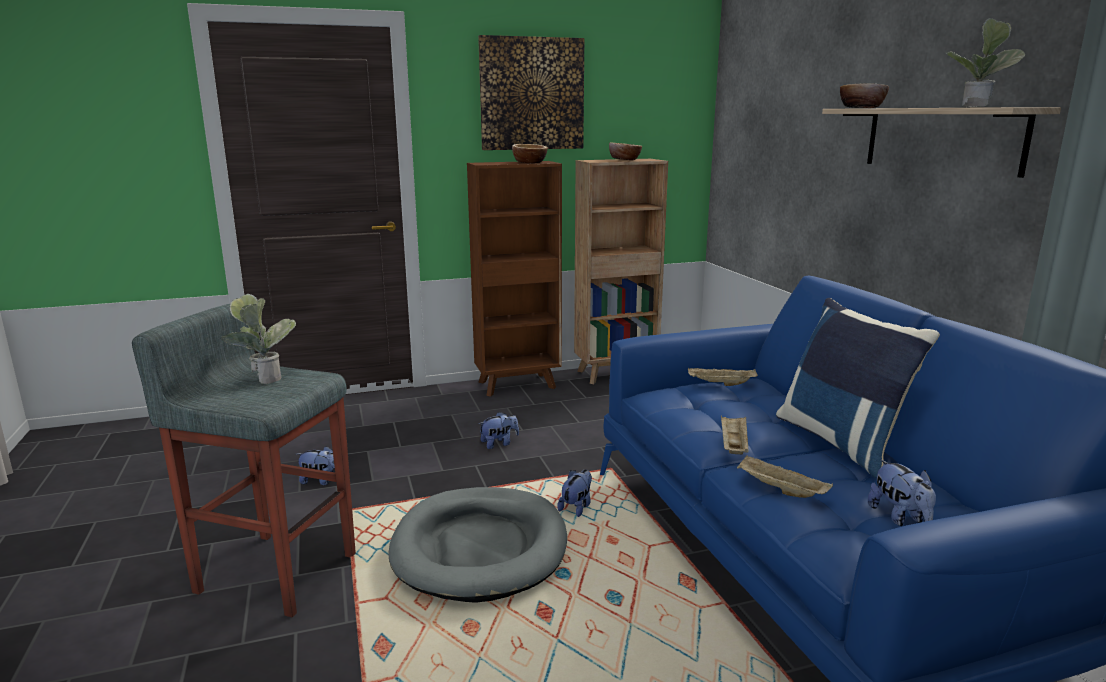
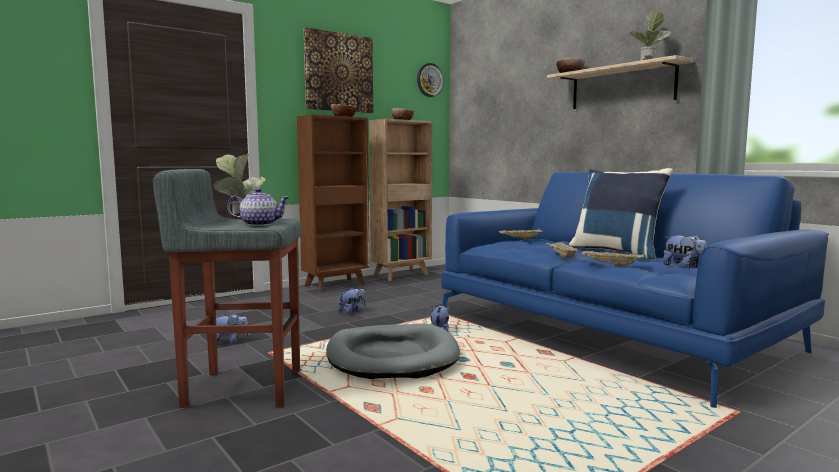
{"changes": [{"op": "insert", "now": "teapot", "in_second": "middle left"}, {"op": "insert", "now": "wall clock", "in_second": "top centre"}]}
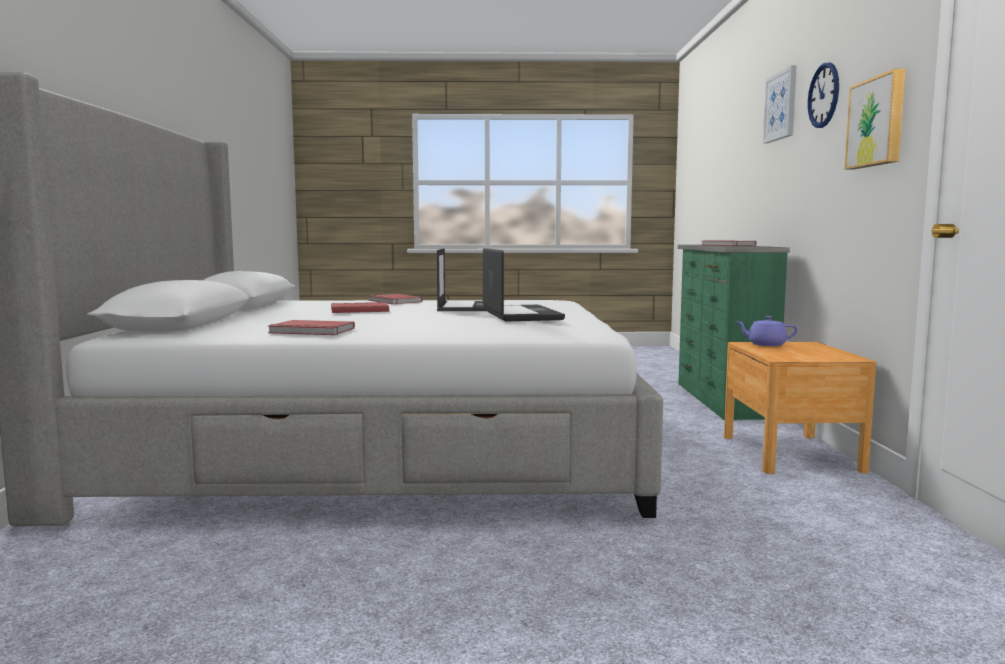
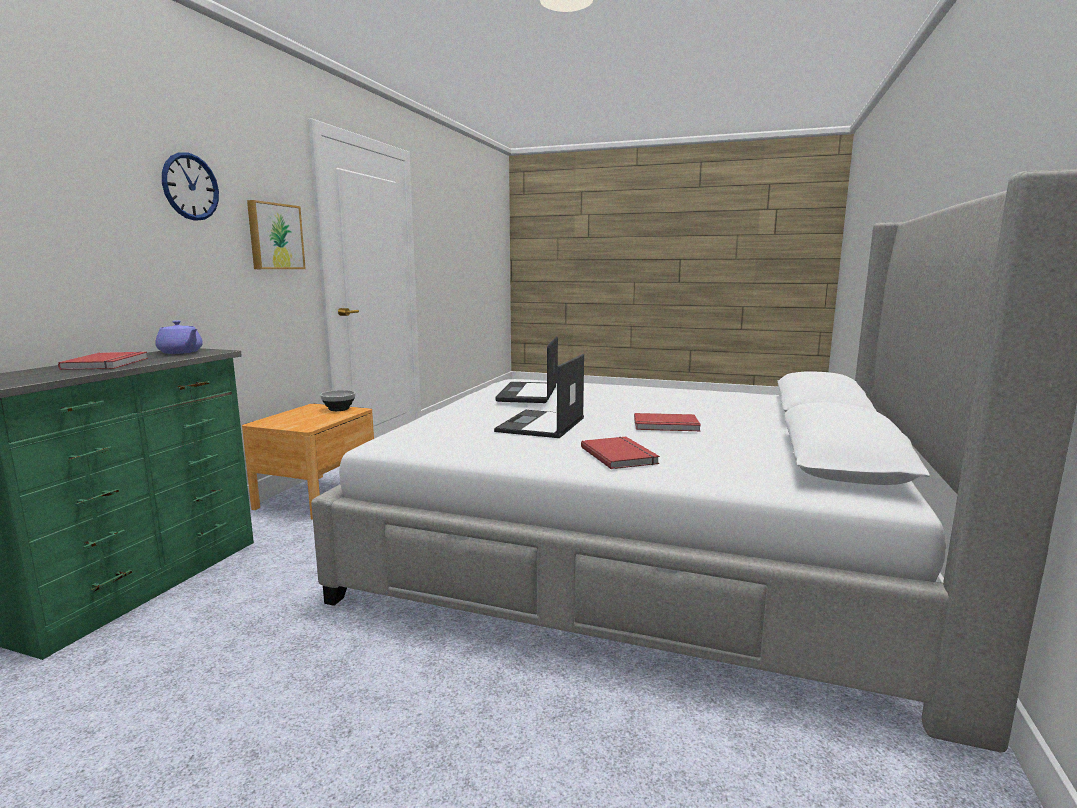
{"changes": [{"op": "move", "was": "purple teapot", "in_first": "middle right", "in_second": "middle left"}, {"op": "insert", "now": "bowl", "in_second": "middle left"}, {"op": "delete", "was": "red book (1st from left)", "in_first": "middle left"}, {"op": "delete", "was": "picture (1st from left)", "in_first": "top right"}]}
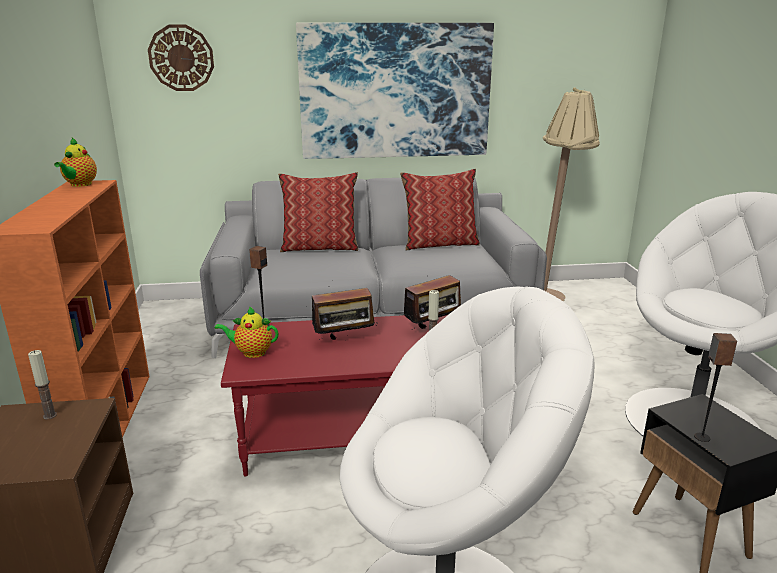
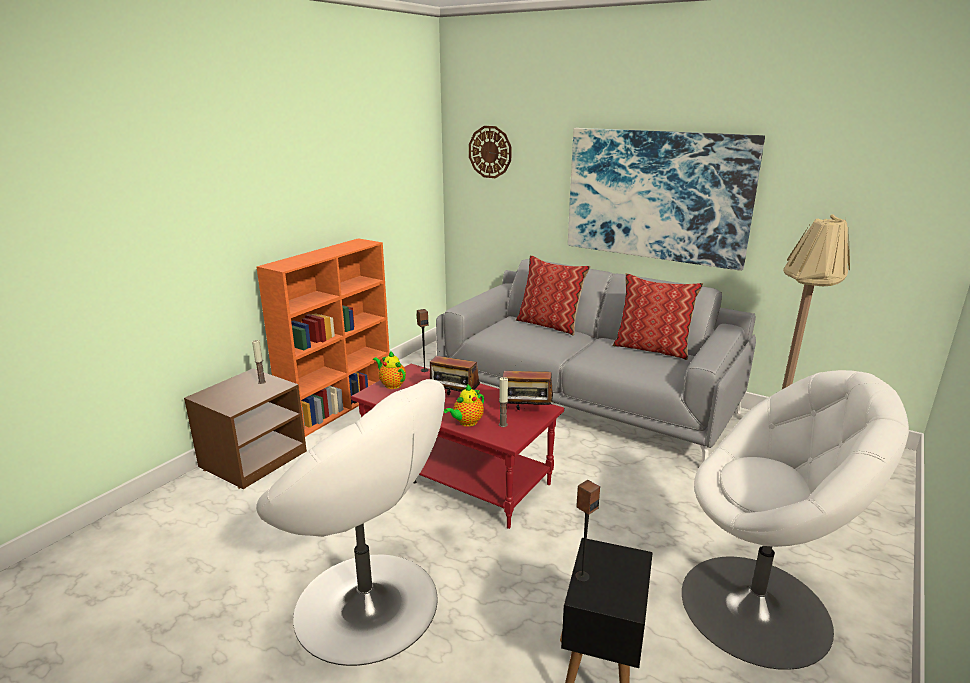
{"changes": [{"op": "move", "was": "teapot (1st from left in the first image)", "now": "teapot (2nd from left)", "in_first": "top left", "in_second": "centre"}]}
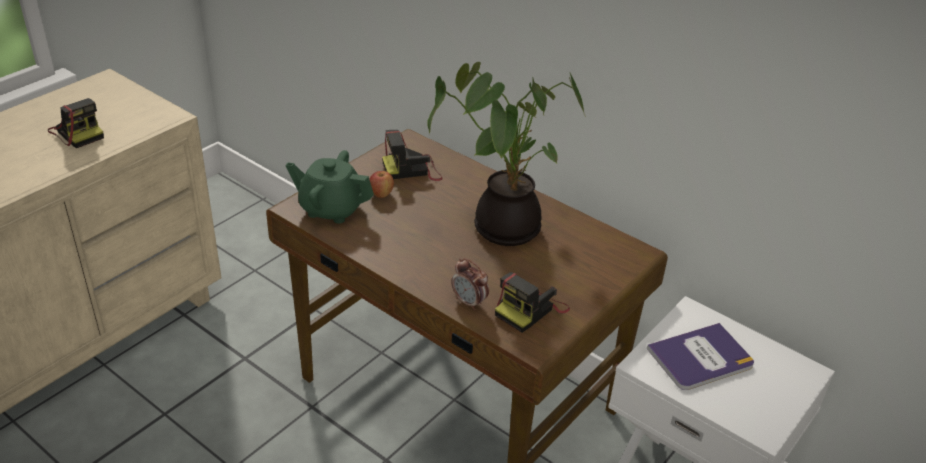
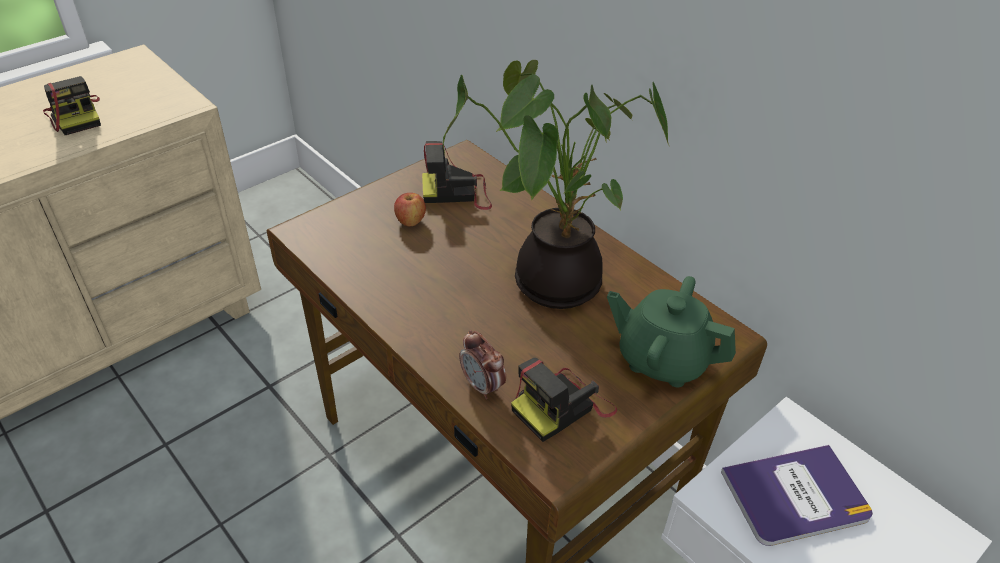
{"changes": [{"op": "move", "was": "green teapot", "in_first": "centre", "in_second": "middle right"}]}
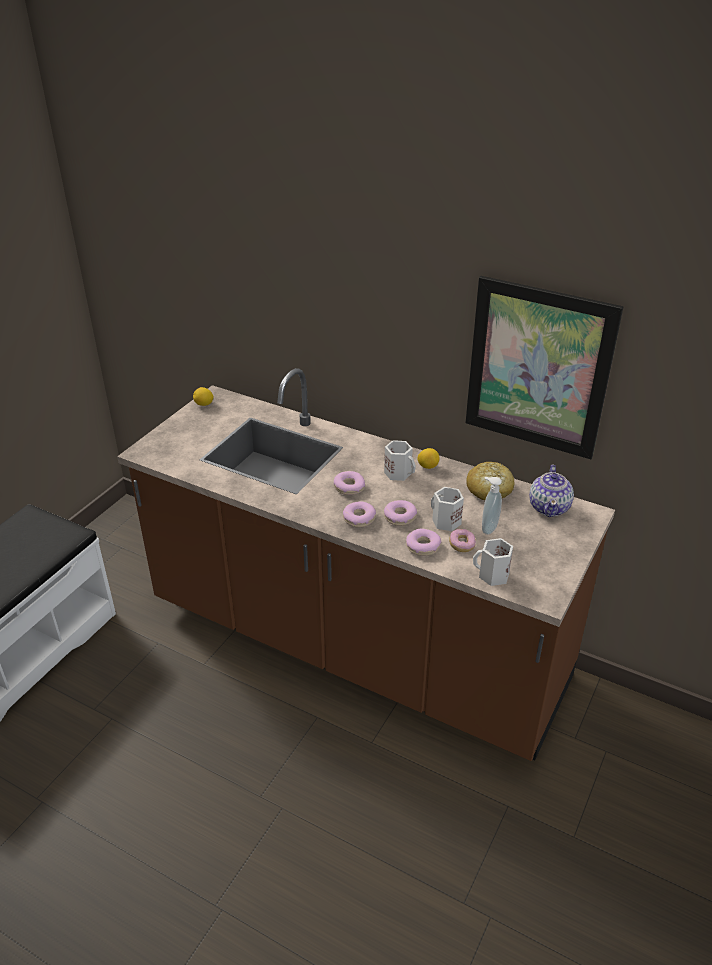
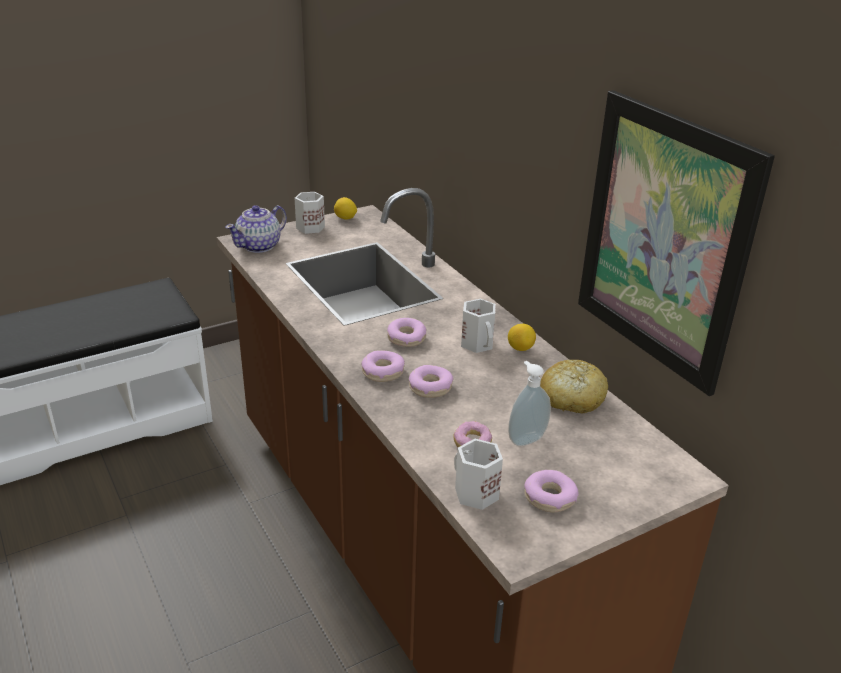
{"changes": [{"op": "move", "was": "teapot", "in_first": "middle right", "in_second": "middle left"}, {"op": "move", "was": "white mug (2nd from left in the first image)", "now": "white mug (1st from left)", "in_first": "centre", "in_second": "top centre"}, {"op": "move", "was": "donut (4th from left in the first image)", "now": "donut (5th from left)", "in_first": "centre", "in_second": "bottom centre"}]}
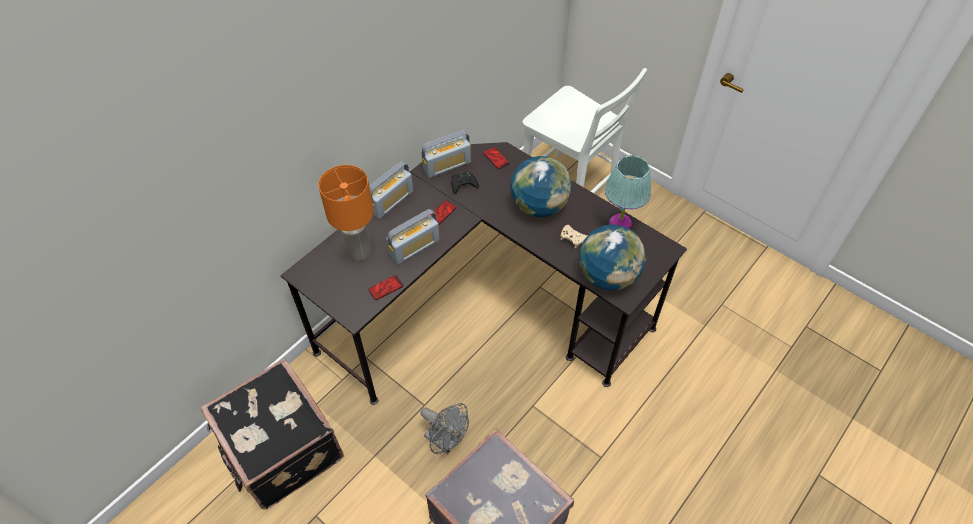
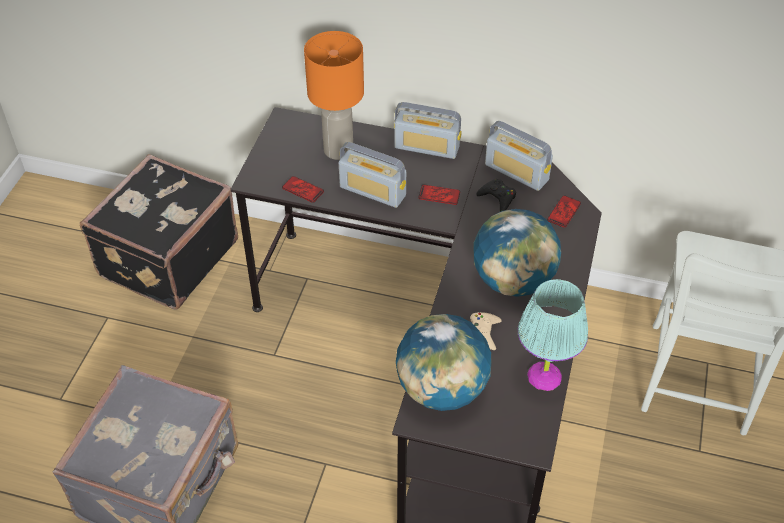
{"changes": [{"op": "delete", "was": "grey fan", "in_first": "bottom centre"}]}
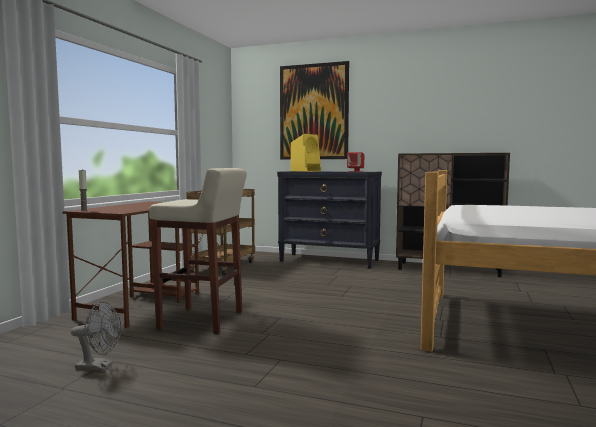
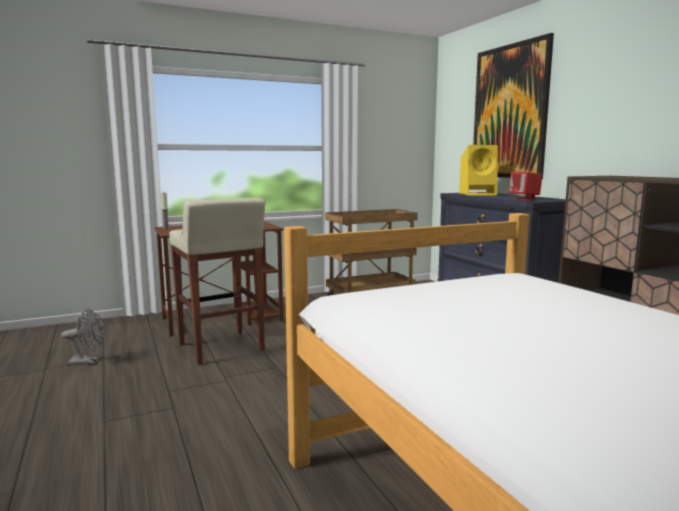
{"changes": [{"op": "rotate", "was": "grey fan", "in_first": "bottom left", "in_second": "middle left", "clockwise": -60}]}
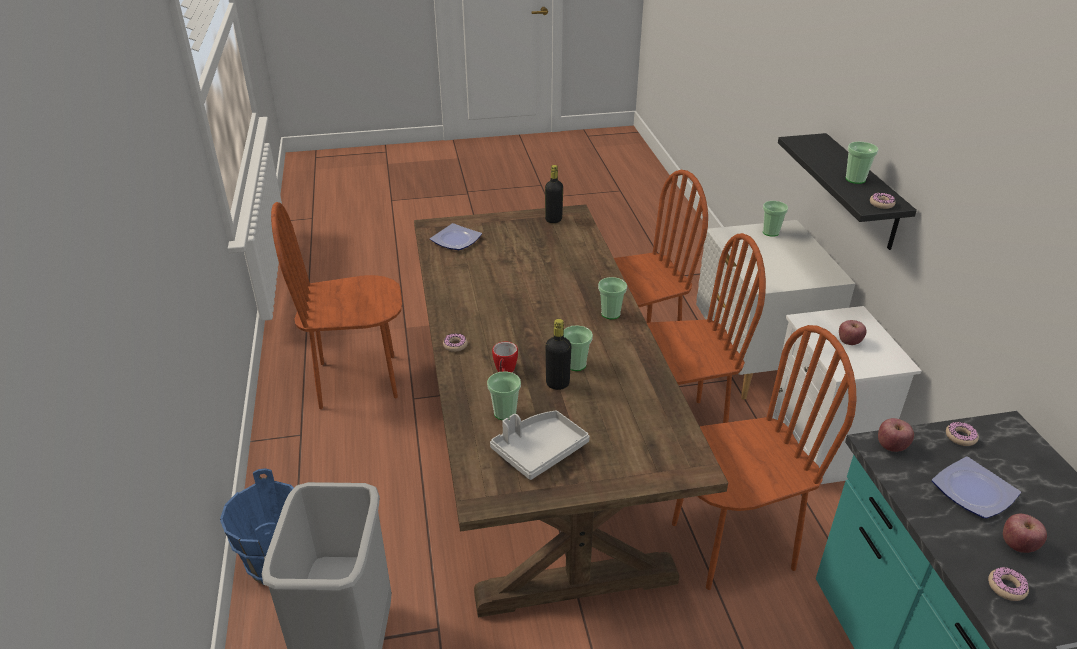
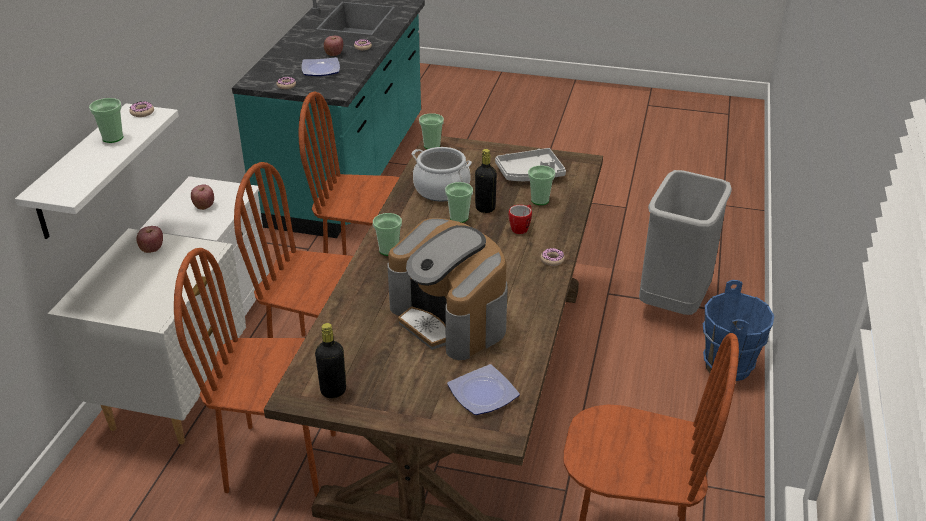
{"changes": [{"op": "recolor", "was": "black shelf", "now": "white shelf", "in_first": "top right", "in_second": "top left"}, {"op": "move", "was": "apple (2nd from left in the first image)", "now": "apple (1st from left)", "in_first": "bottom right", "in_second": "middle left"}, {"op": "insert", "now": "coffee machine", "in_second": "centre"}, {"op": "insert", "now": "cooking pot", "in_second": "centre"}, {"op": "move", "was": "cup (4th from left in the first image)", "now": "cup (3rd from left)", "in_first": "middle right", "in_second": "top centre"}]}
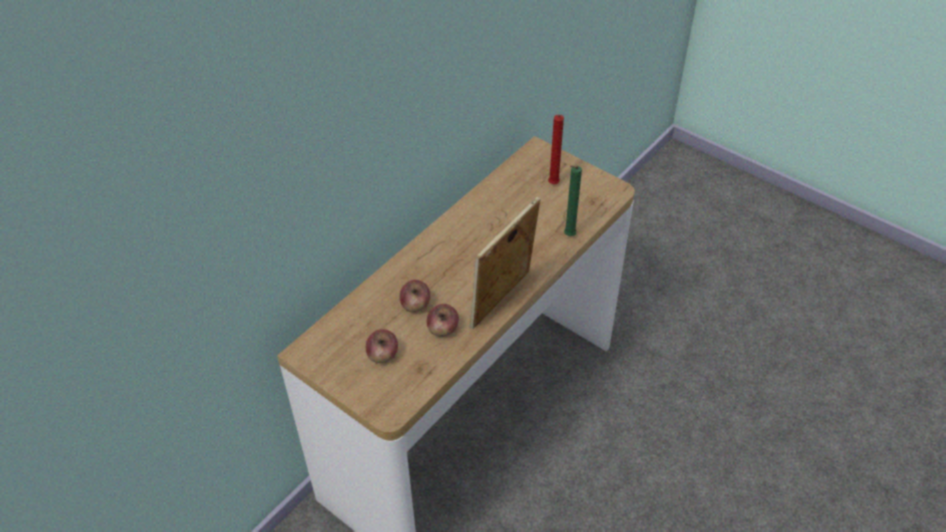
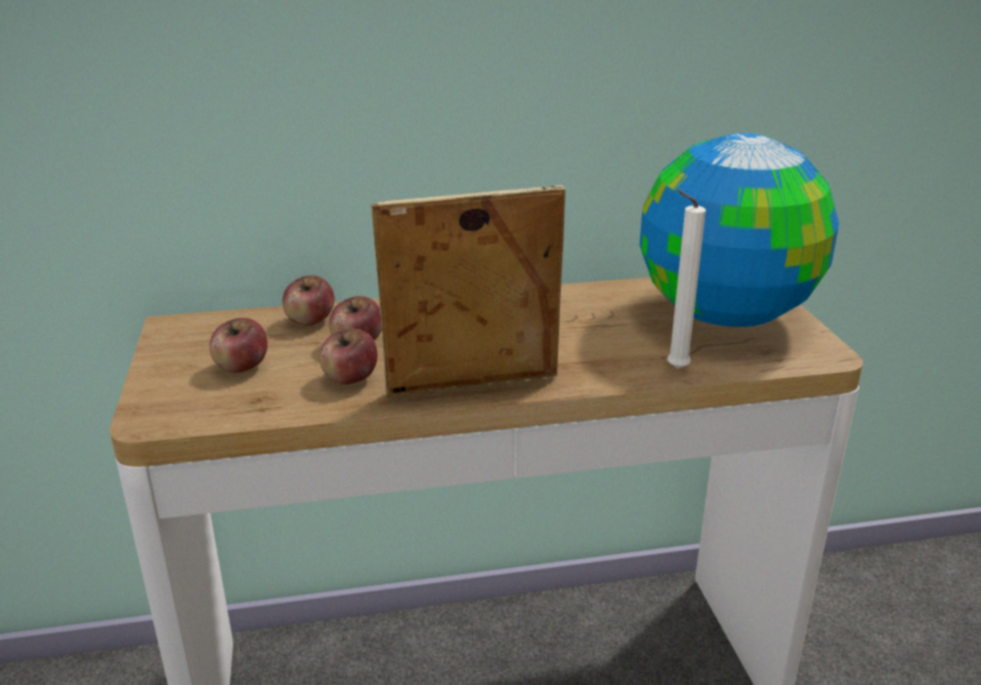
{"changes": [{"op": "insert", "now": "apple (2nd from left)", "in_second": "middle left"}, {"op": "replace", "was": "red candle", "now": "globe", "in_first": "top centre", "in_second": "middle right"}, {"op": "recolor", "was": "green candle", "now": "white candle", "in_first": "centre", "in_second": "middle right"}]}
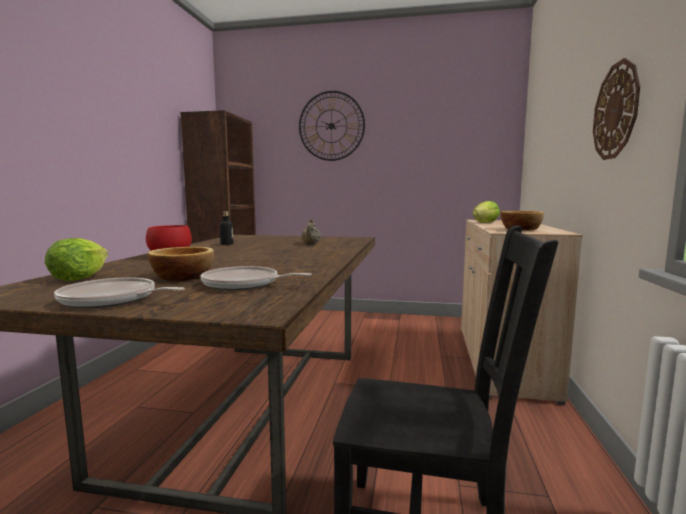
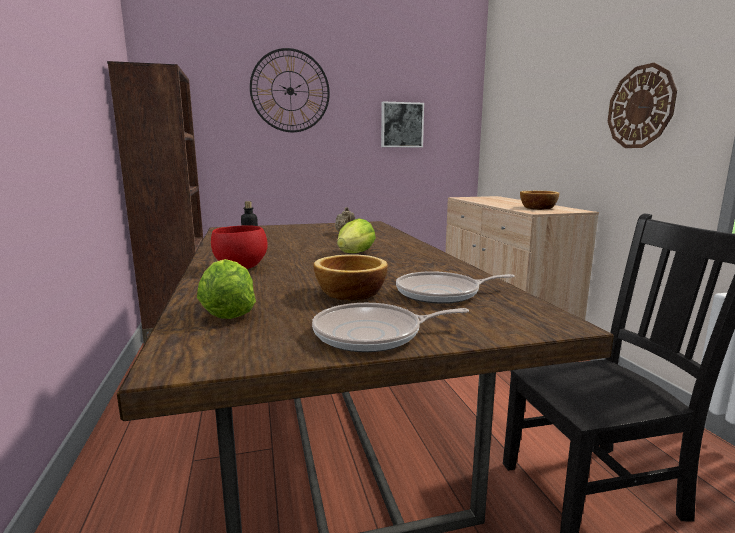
{"changes": [{"op": "move", "was": "lettuce (2nd from left)", "in_first": "middle right", "in_second": "centre"}, {"op": "insert", "now": "picture", "in_second": "top centre"}]}
